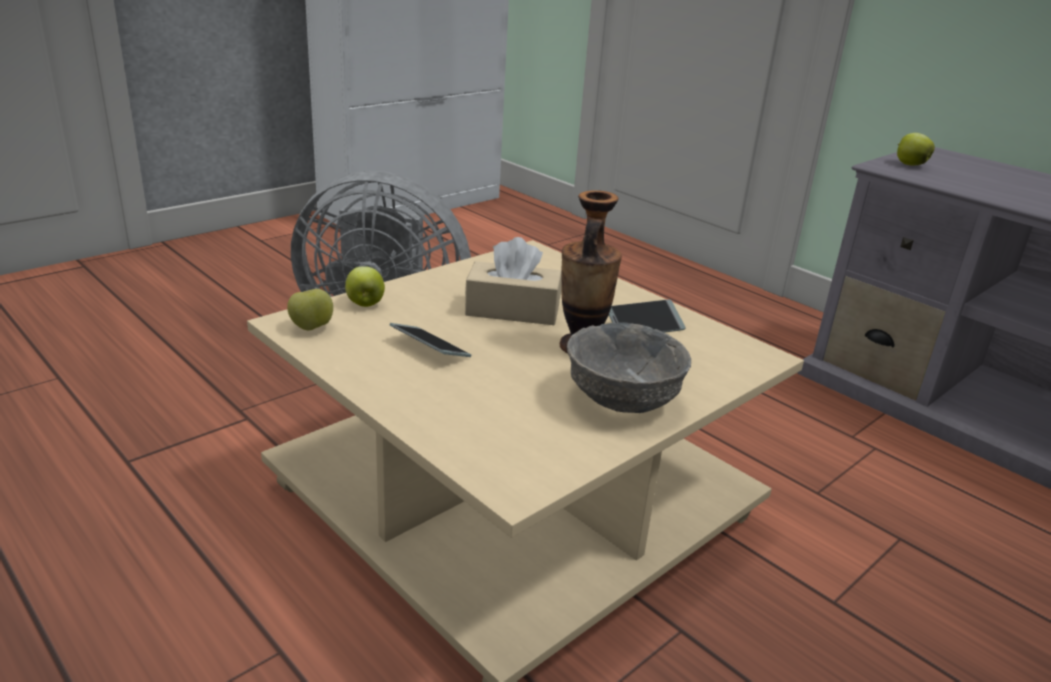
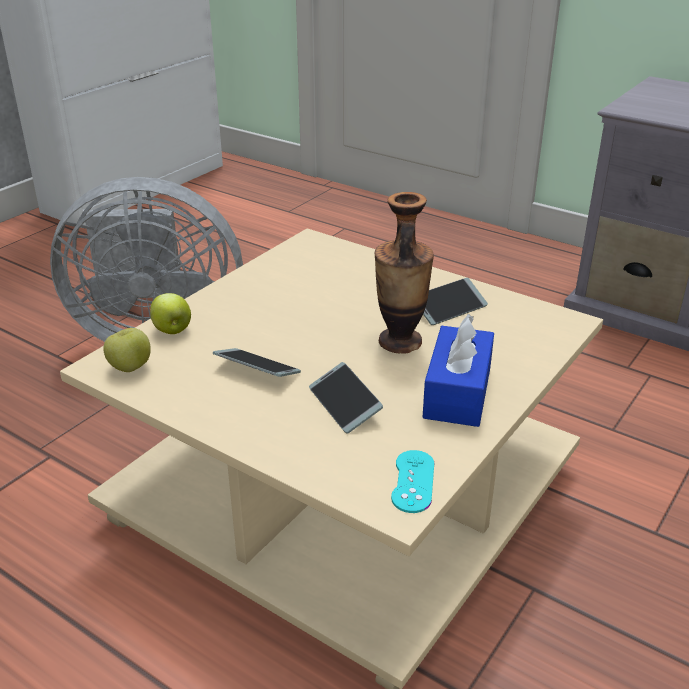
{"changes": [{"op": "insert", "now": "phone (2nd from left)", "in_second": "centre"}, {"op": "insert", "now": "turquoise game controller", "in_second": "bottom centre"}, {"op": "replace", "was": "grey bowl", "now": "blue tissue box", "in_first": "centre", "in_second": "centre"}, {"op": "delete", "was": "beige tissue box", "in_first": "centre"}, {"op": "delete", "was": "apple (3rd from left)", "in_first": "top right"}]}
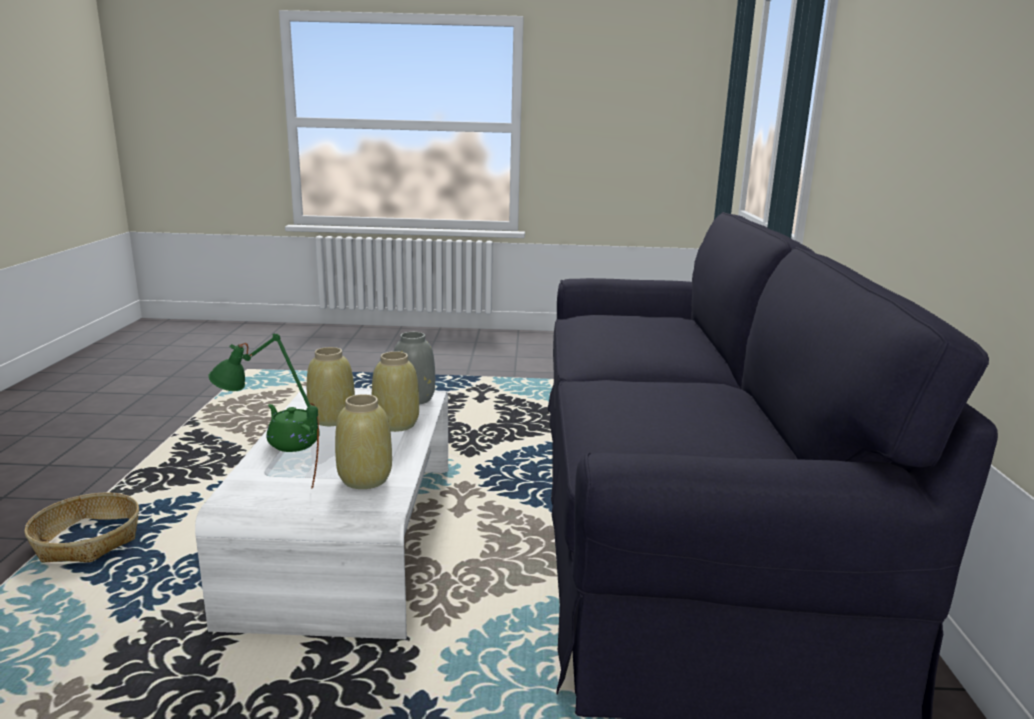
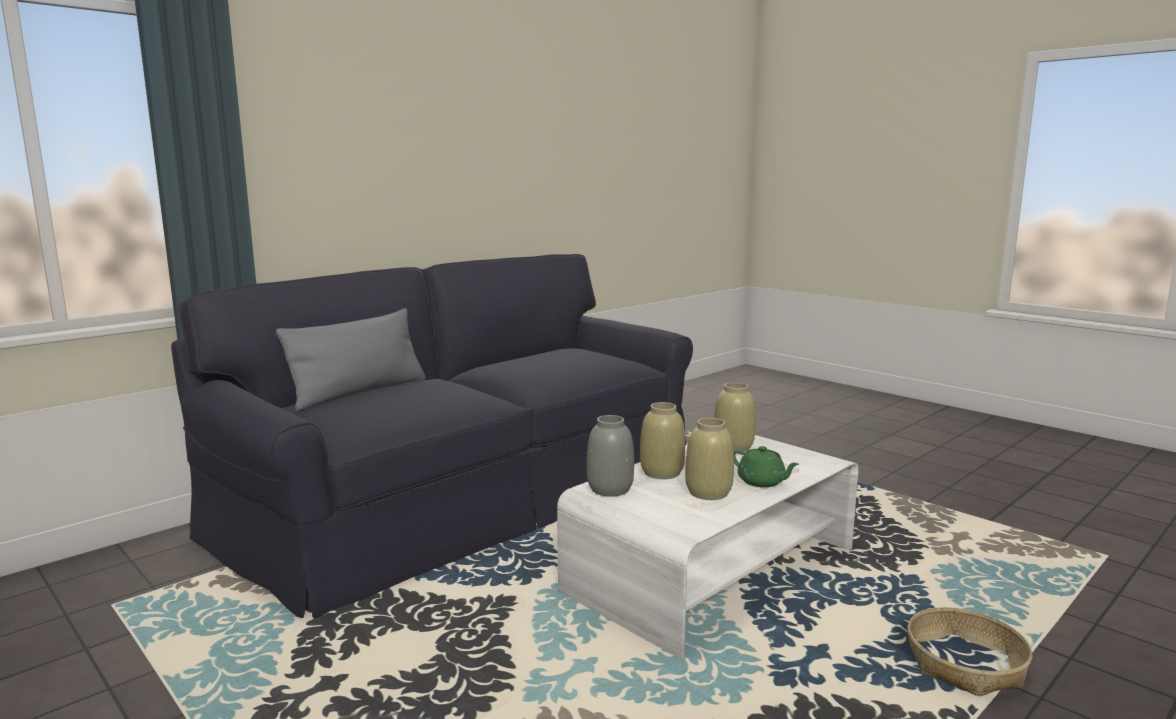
{"changes": [{"op": "insert", "now": "grey pillow", "in_second": "middle left"}, {"op": "rotate", "was": "green teapot", "in_first": "middle left", "in_second": "centre", "clockwise": -45}, {"op": "delete", "was": "green table lamp", "in_first": "middle left"}]}
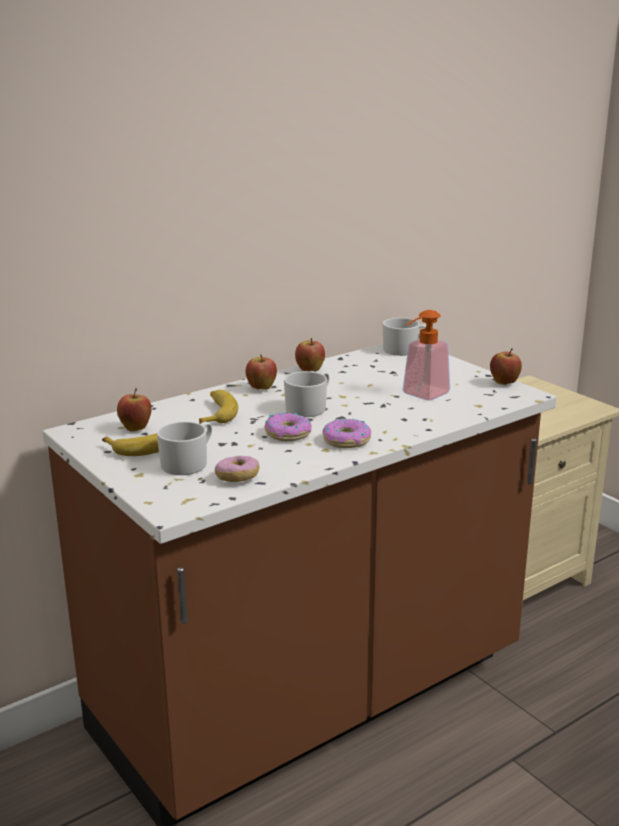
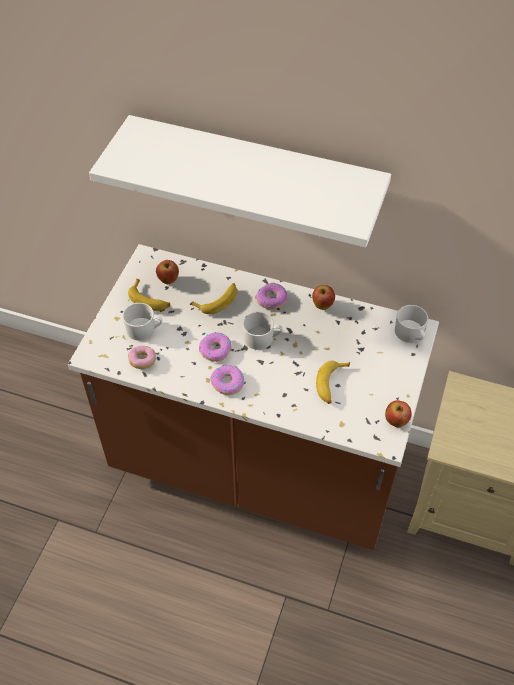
{"changes": [{"op": "insert", "now": "white shelf", "in_second": "top centre"}, {"op": "replace", "was": "apple (2nd from left)", "now": "donut (4th from left)", "in_first": "centre", "in_second": "centre"}, {"op": "replace", "was": "soap dispenser", "now": "banana (3rd from left)", "in_first": "middle right", "in_second": "centre"}]}
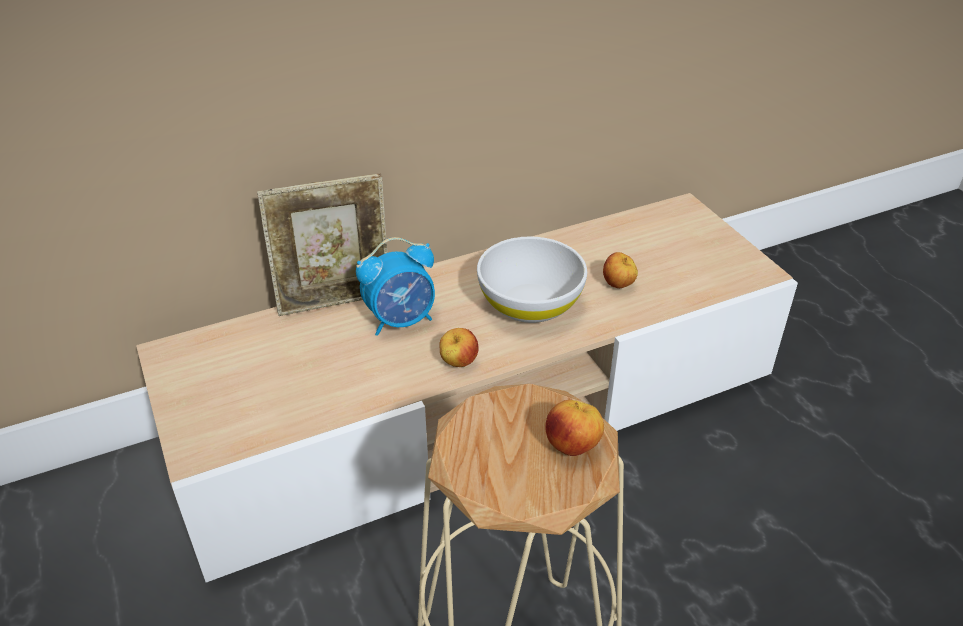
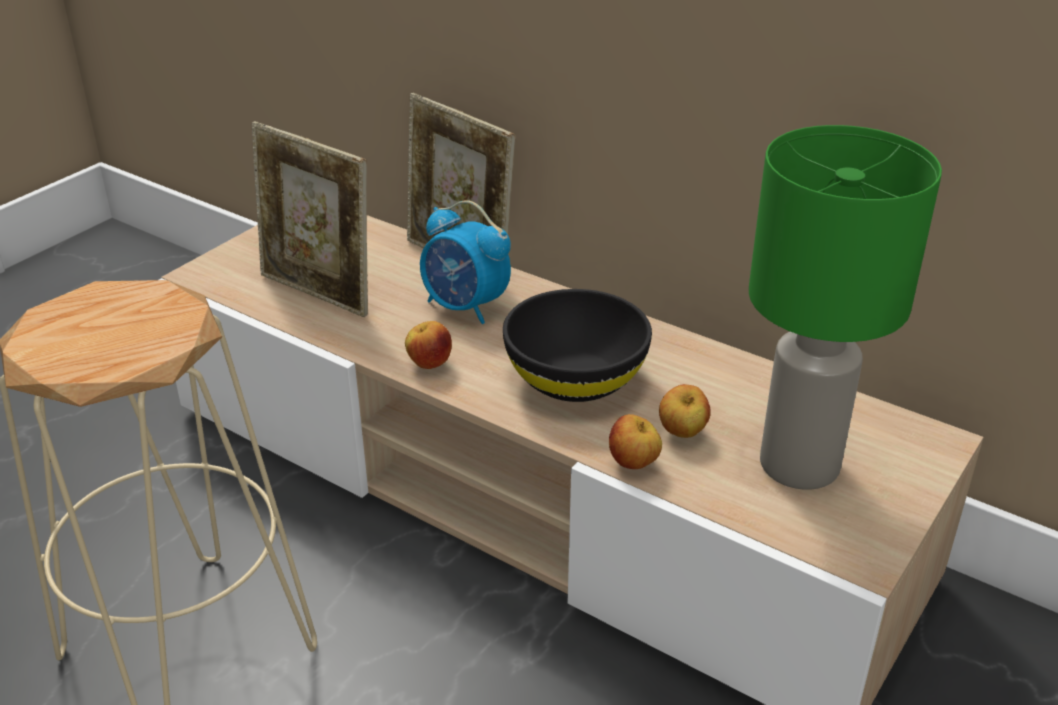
{"changes": [{"op": "insert", "now": "picture frame (1st from left)", "in_second": "top left"}, {"op": "recolor", "was": "white bowl", "now": "black bowl", "in_first": "centre", "in_second": "centre"}, {"op": "move", "was": "apple (2nd from left)", "in_first": "bottom centre", "in_second": "centre"}, {"op": "insert", "now": "green table lamp", "in_second": "middle right"}]}
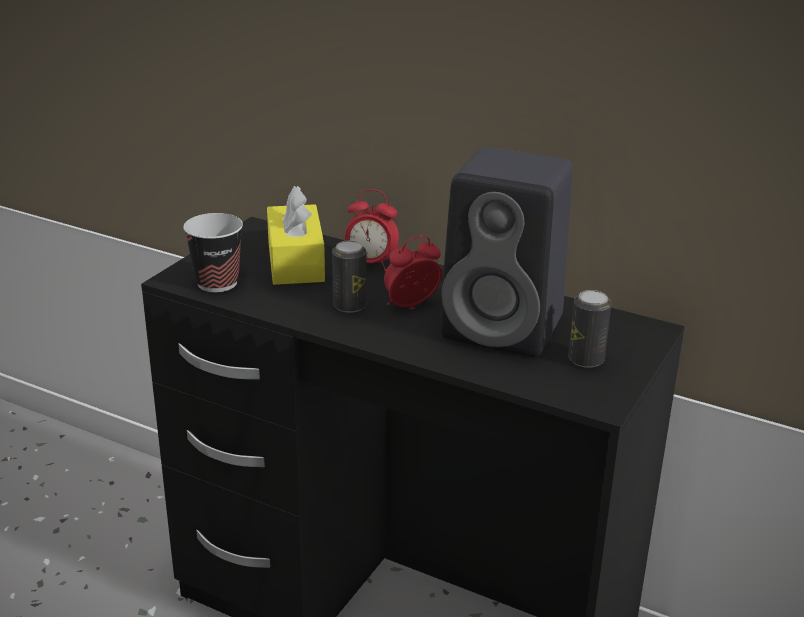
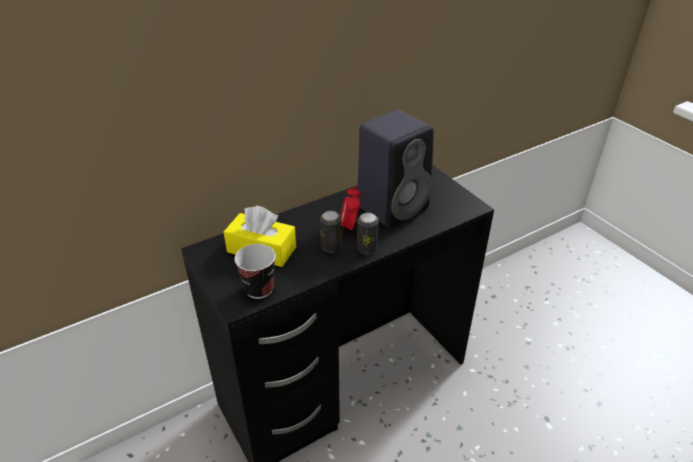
{"changes": [{"op": "move", "was": "can (2nd from left)", "in_first": "middle right", "in_second": "centre"}, {"op": "delete", "was": "alarm clock (1st from left)", "in_first": "centre"}]}
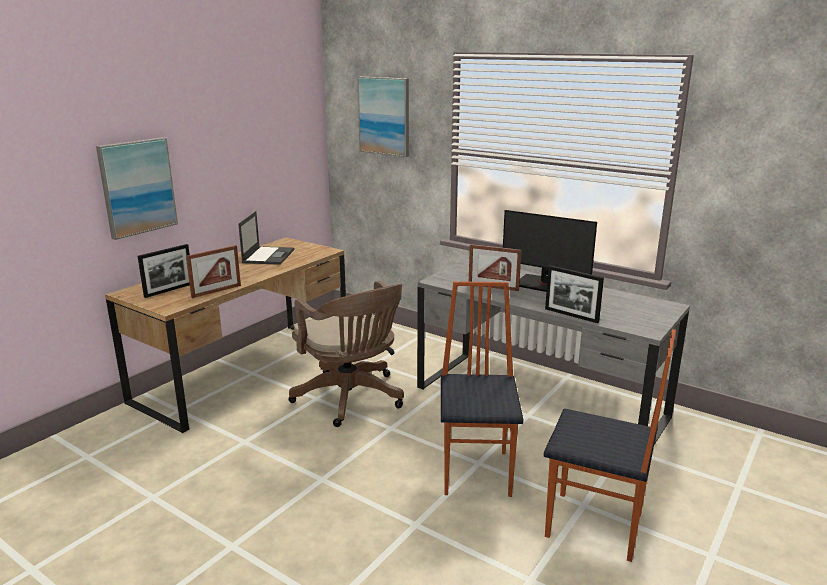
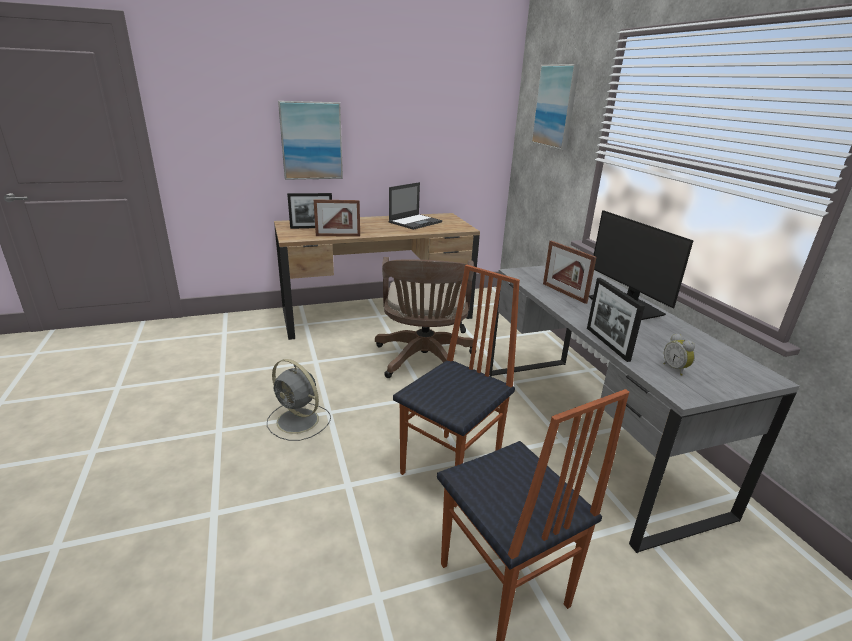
{"changes": [{"op": "insert", "now": "grey fan", "in_second": "centre"}, {"op": "insert", "now": "alarm clock", "in_second": "middle right"}]}
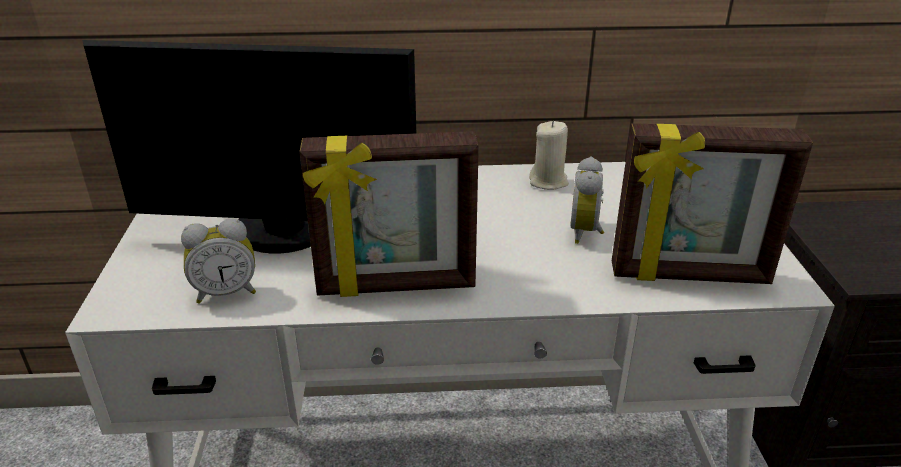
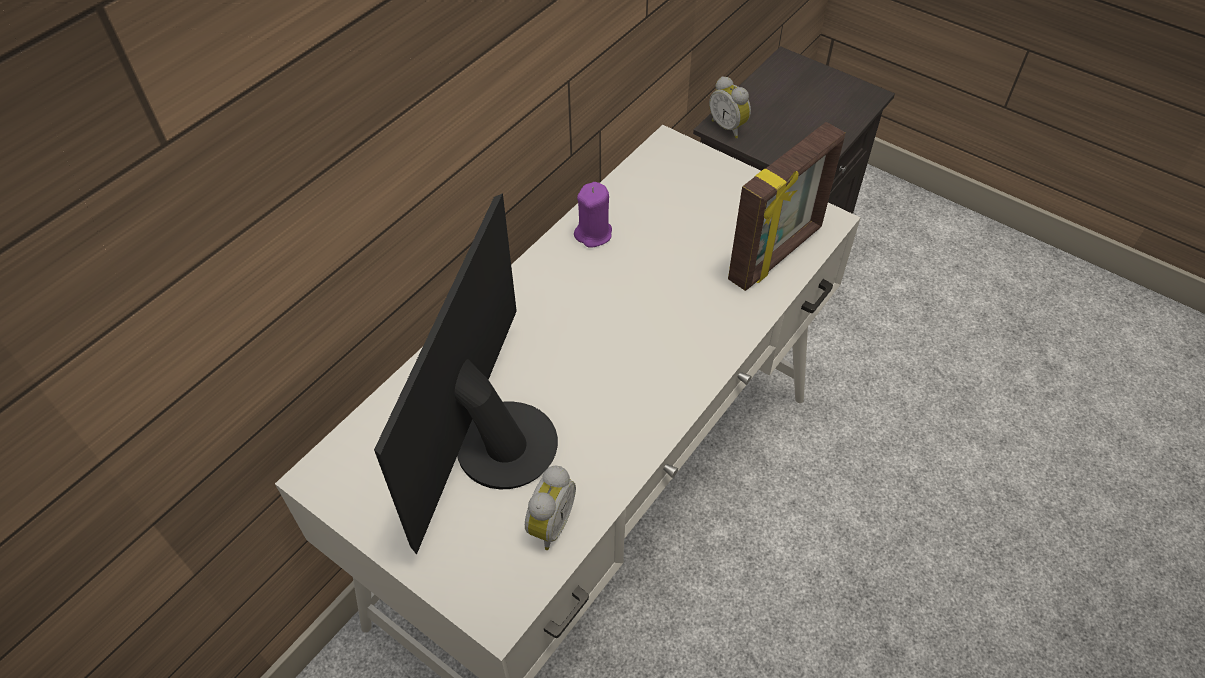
{"changes": [{"op": "rotate", "was": "monitor", "in_first": "top left", "in_second": "centre", "clockwise": 150}, {"op": "recolor", "was": "beige candle", "now": "purple candle", "in_first": "top centre", "in_second": "top centre"}, {"op": "move", "was": "alarm clock (2nd from left)", "in_first": "centre", "in_second": "top centre"}, {"op": "delete", "was": "picture frame (1st from left)", "in_first": "centre"}]}
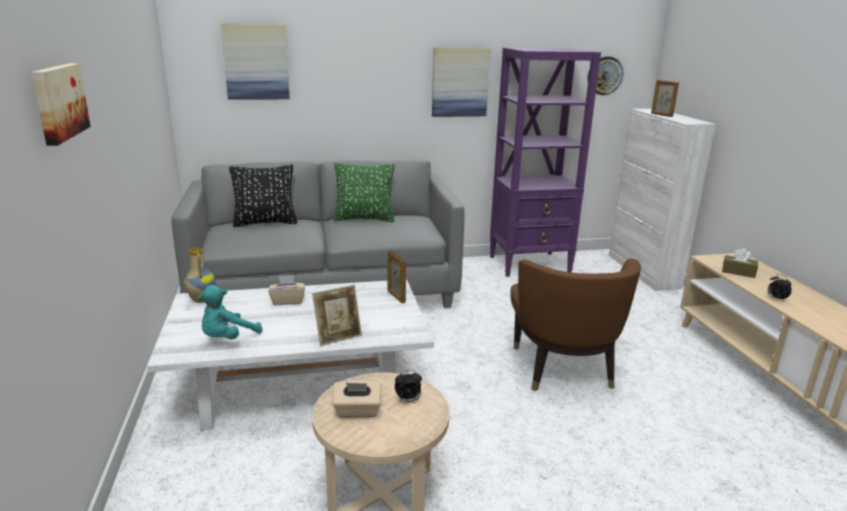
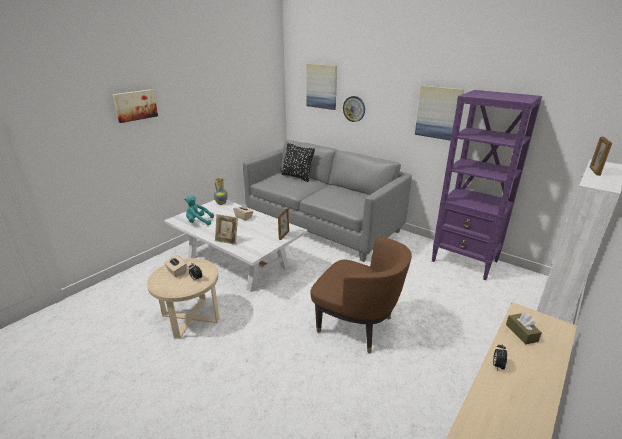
{"changes": [{"op": "rotate", "was": "brown armchair", "in_first": "middle right", "in_second": "bottom centre", "clockwise": -105}, {"op": "move", "was": "wall clock", "in_first": "top right", "in_second": "top centre"}, {"op": "delete", "was": "green pillow", "in_first": "centre"}]}
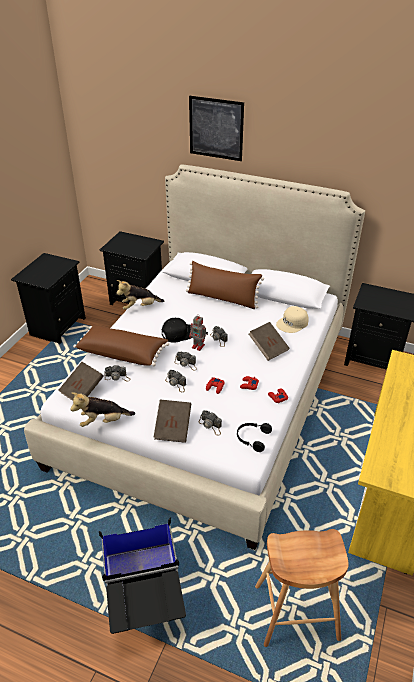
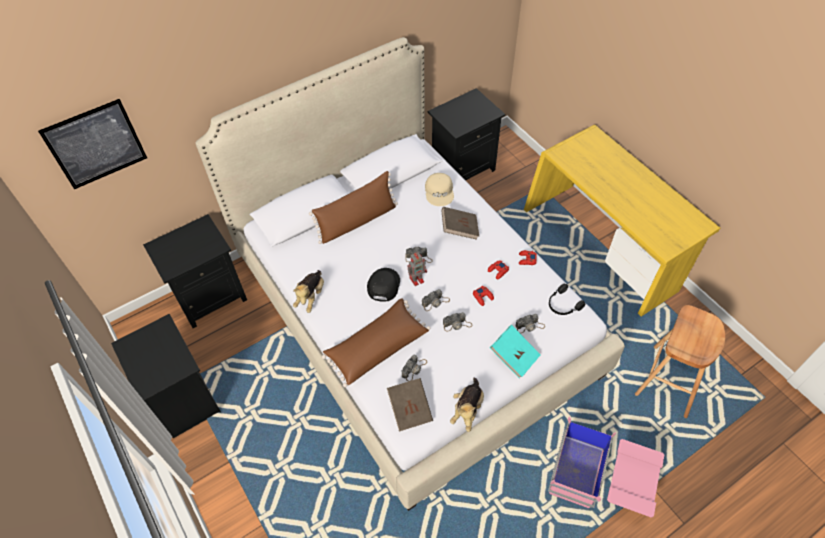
{"changes": [{"op": "move", "was": "picture", "in_first": "top centre", "in_second": "top left"}, {"op": "recolor", "was": "brown book (2nd from left)", "now": "turquoise book", "in_first": "centre", "in_second": "centre"}, {"op": "recolor", "was": "black storage box", "now": "pink storage box", "in_first": "bottom centre", "in_second": "bottom right"}]}
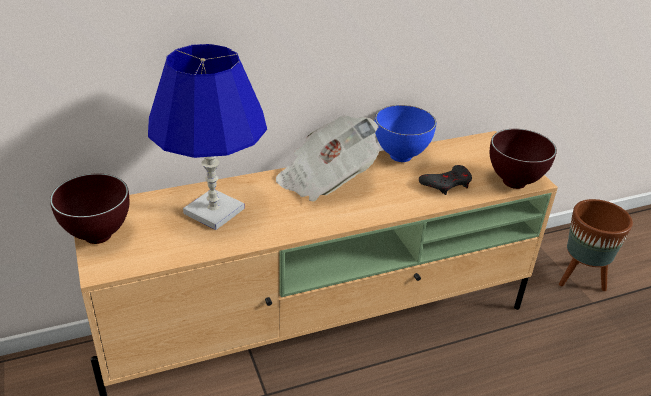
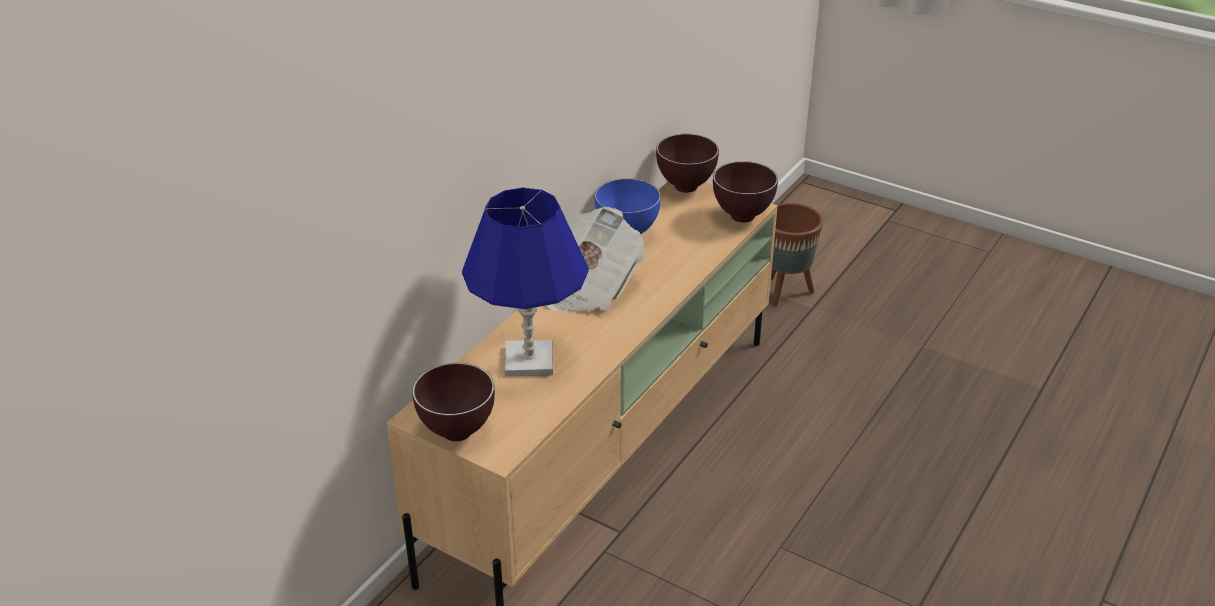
{"changes": [{"op": "insert", "now": "brown bowl (2nd from left)", "in_second": "top centre"}, {"op": "delete", "was": "grey game controller", "in_first": "middle right"}]}
